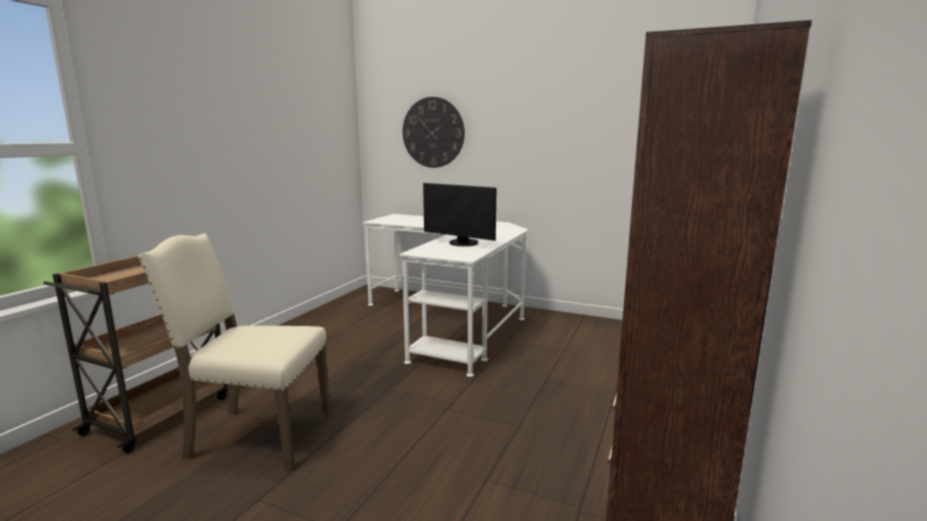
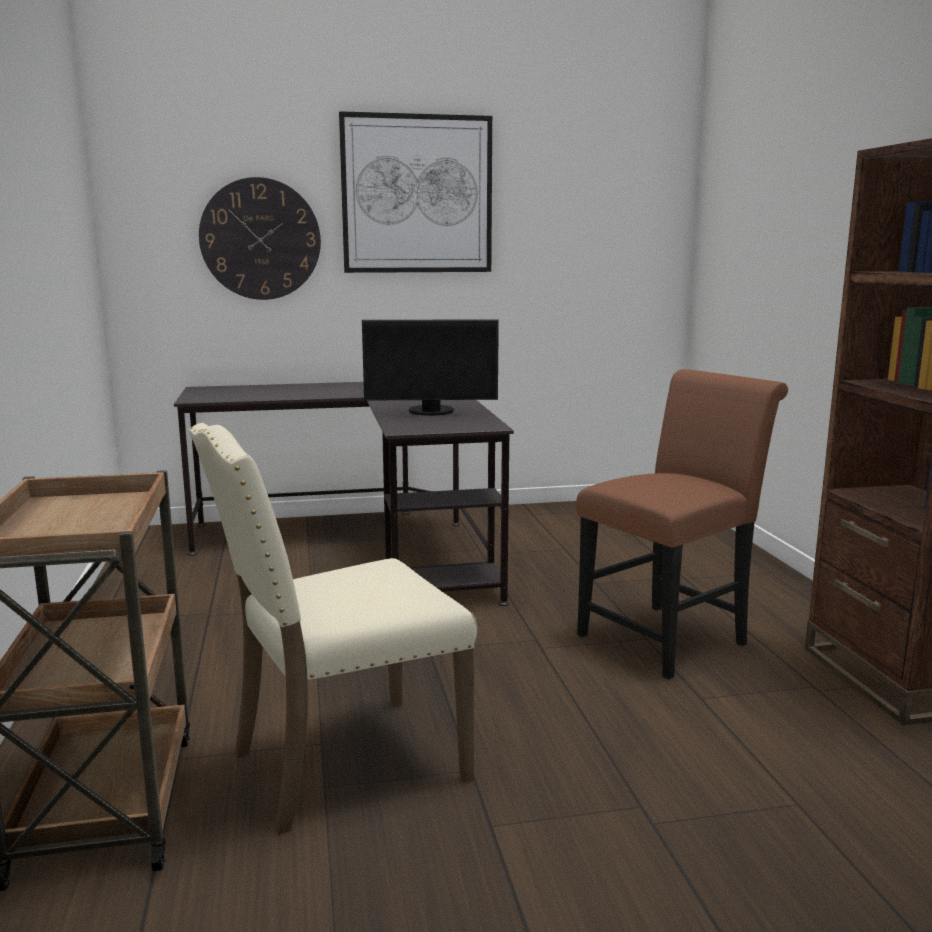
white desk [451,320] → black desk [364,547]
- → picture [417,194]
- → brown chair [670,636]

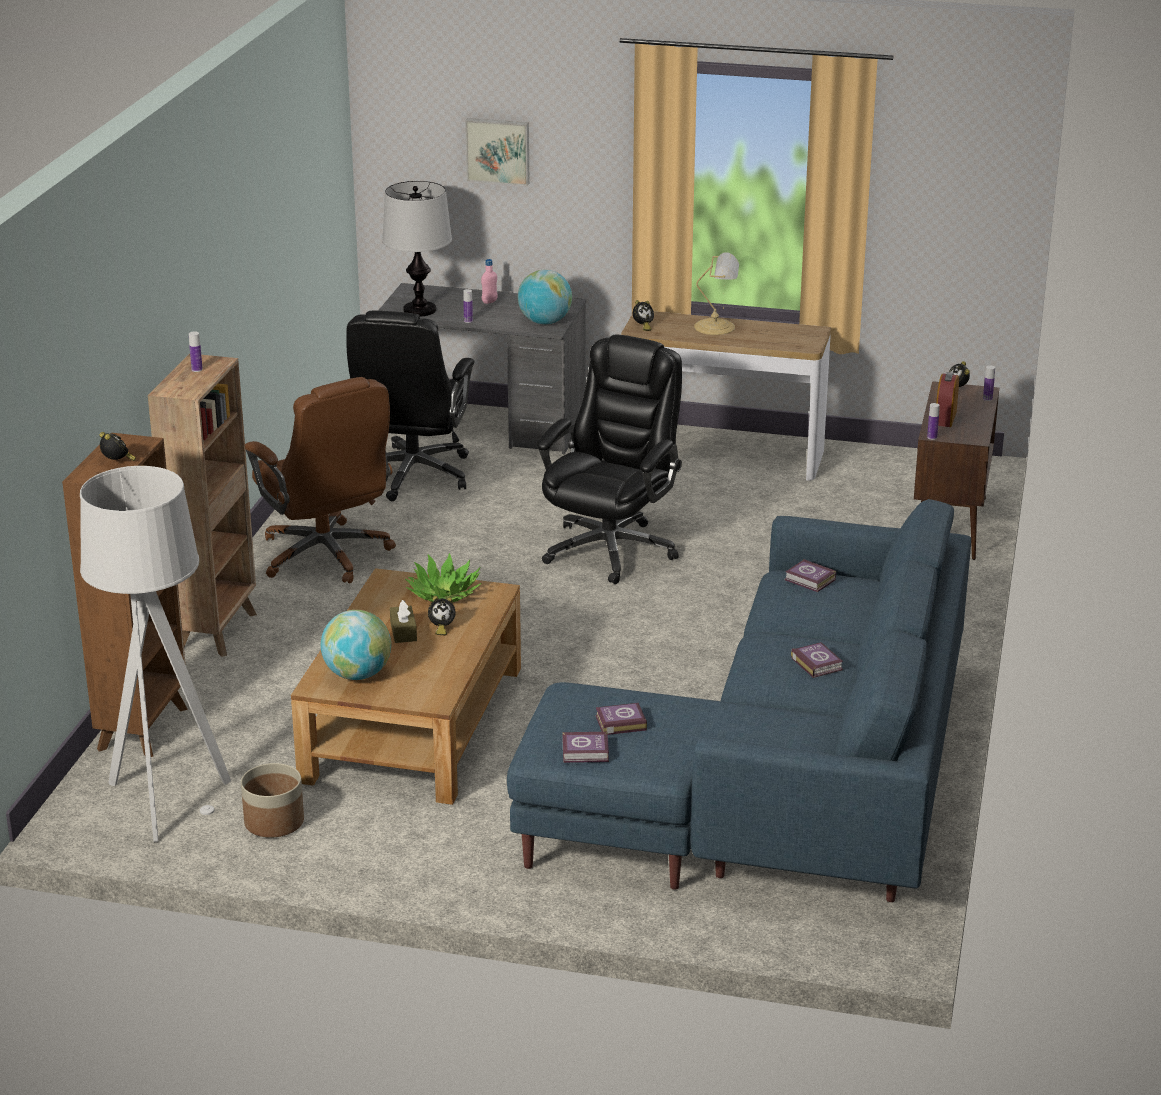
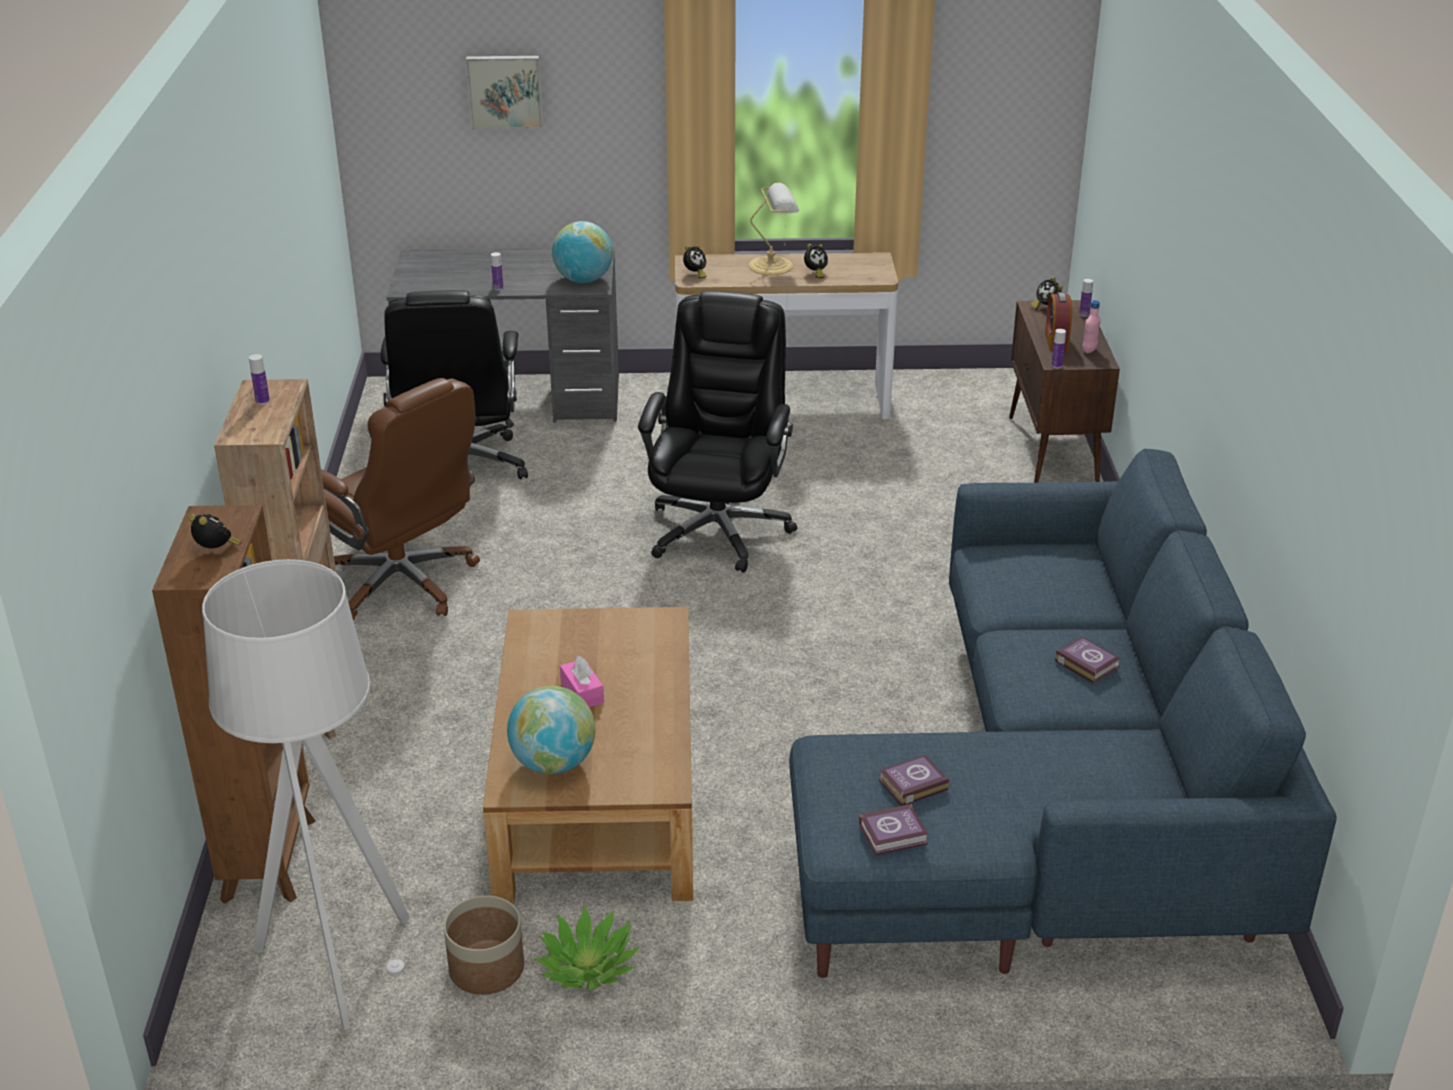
table lamp [420,310] → -
brown tissue box [403,632] → pink tissue box [582,692]
potted plant [444,594] → potted plant [588,966], move
alarm clock [441,628] → alarm clock [815,273], move
pink bottle [489,301] → pink bottle [1089,350], move
book [810,580] → -

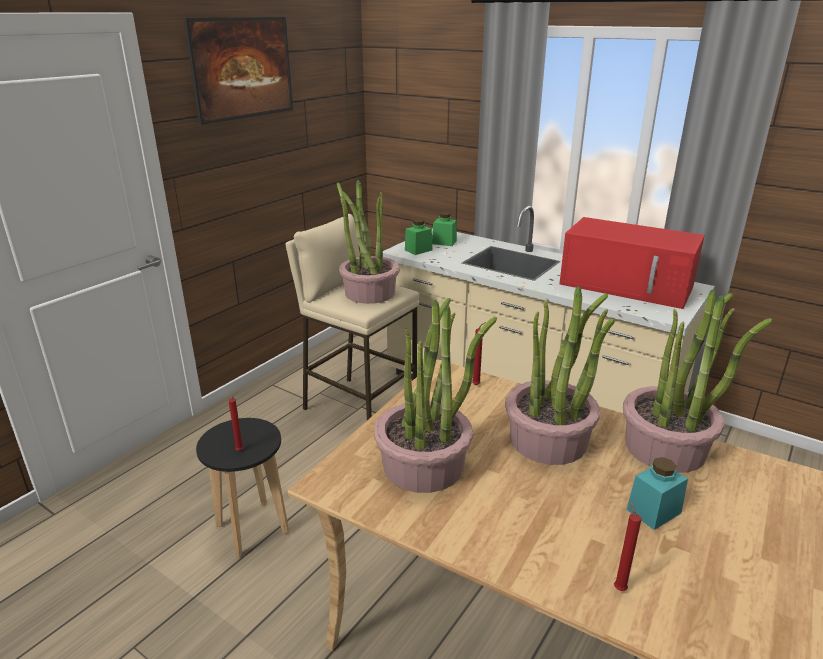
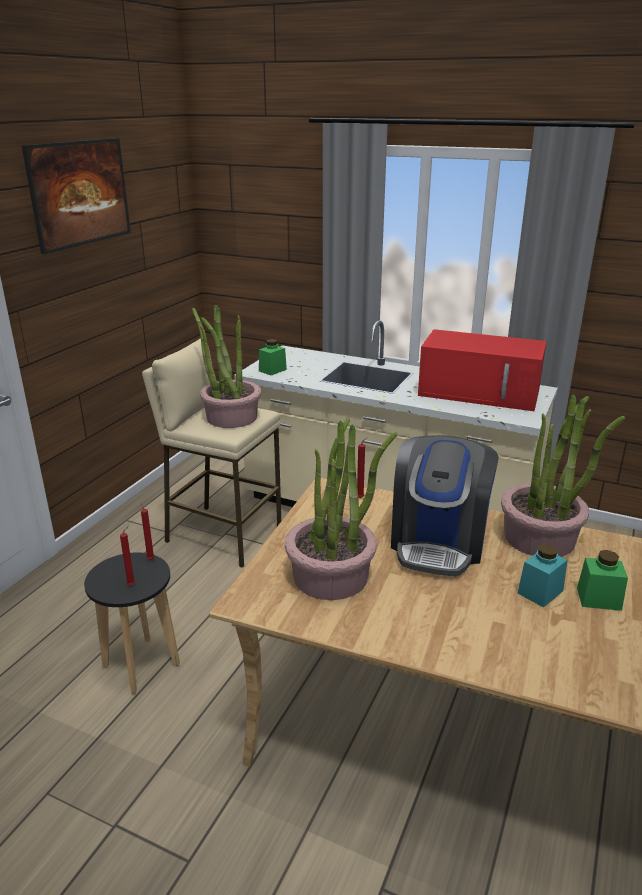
green jar [444,242] → green jar [598,599], move
potted plant [549,441] → coffee machine [438,542]
red candle [619,587] → red candle [150,558], move

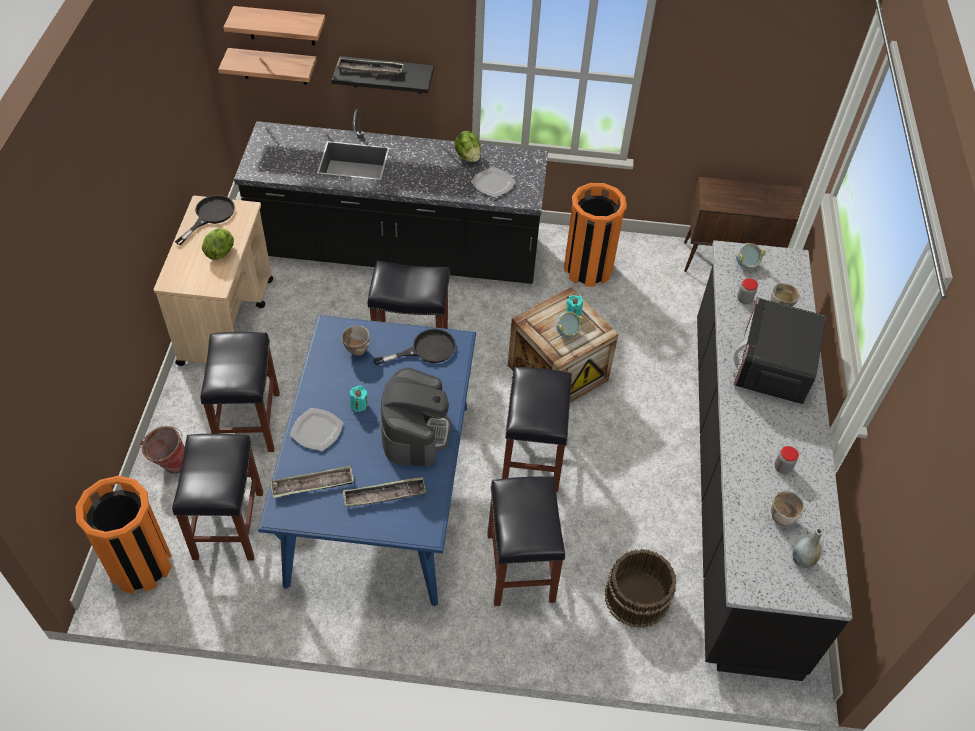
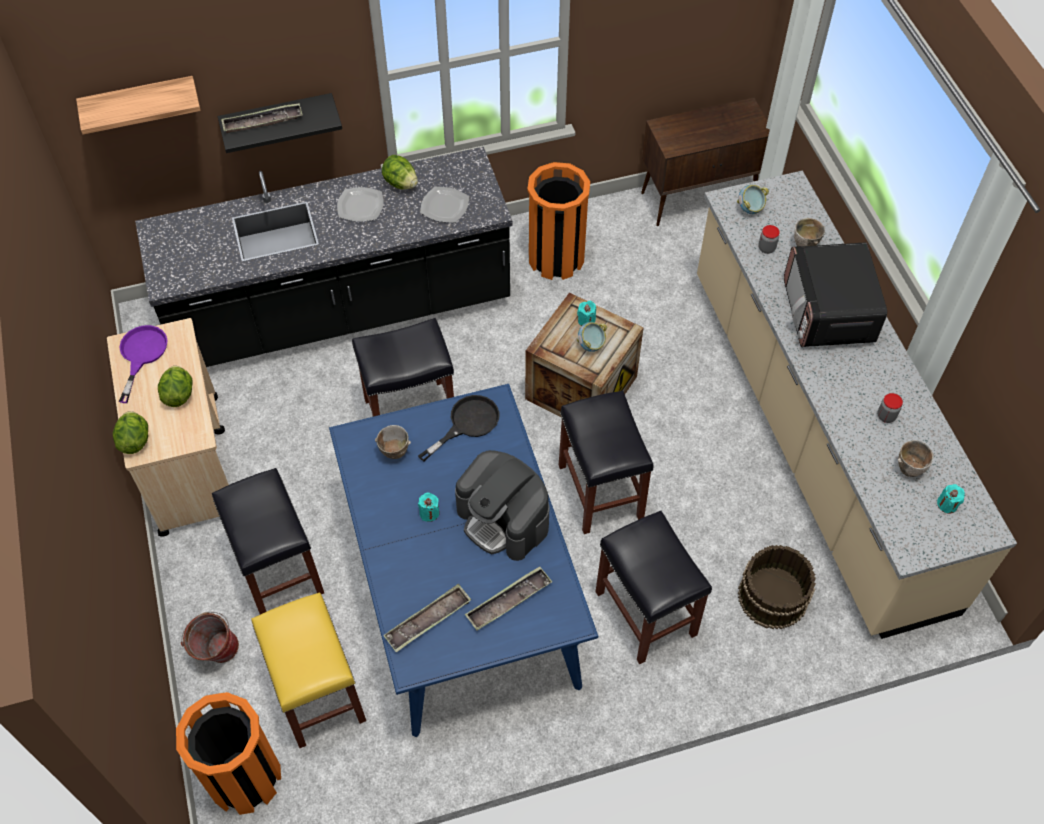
black stool [228,524] → yellow stool [317,693]
black frying pan [210,216] → purple frying pan [141,355]
shelf [274,66] → -
plate [317,431] → plate [361,206], move
coffee machine [415,432] → coffee machine [504,519], 150 degrees clockwise
black counter [739,482] → beige counter [814,436]
grey vase [802,560] → turquoise candle [947,504]
- → lettuce [135,440]

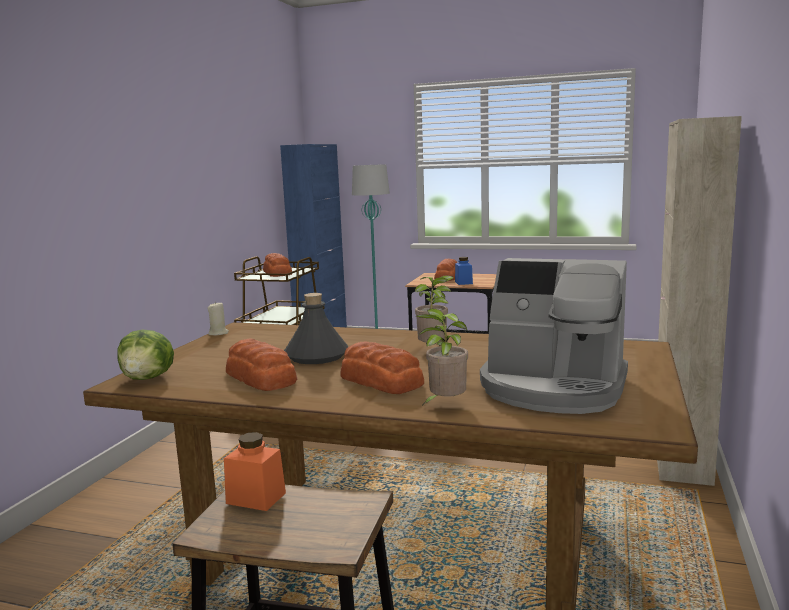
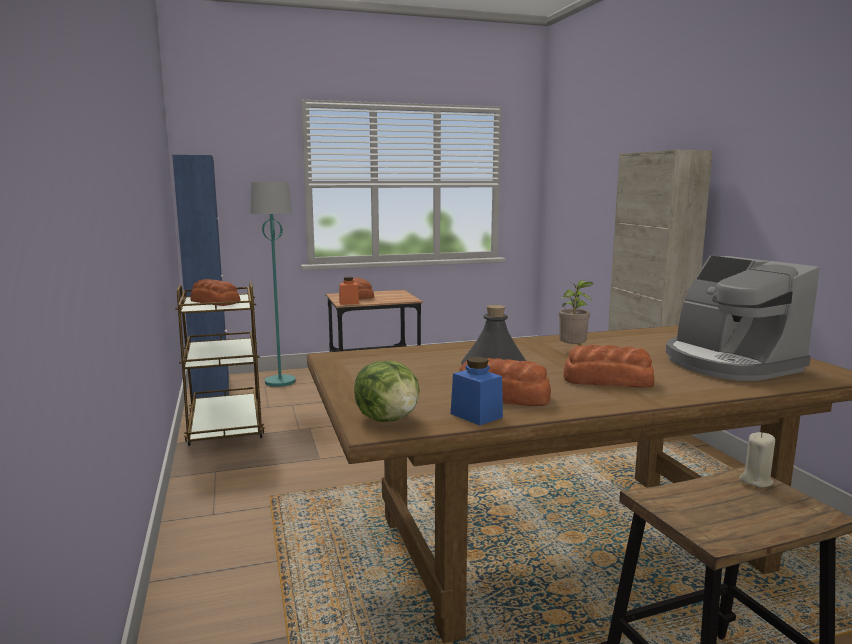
beige candle [218,333] → beige candle [756,481], move
orange jar [256,498] → orange jar [349,302], move
potted plant [445,404] → -
blue jar [463,282] → blue jar [476,415], move
coffee machine [553,388] → coffee machine [728,363], 75 degrees clockwise

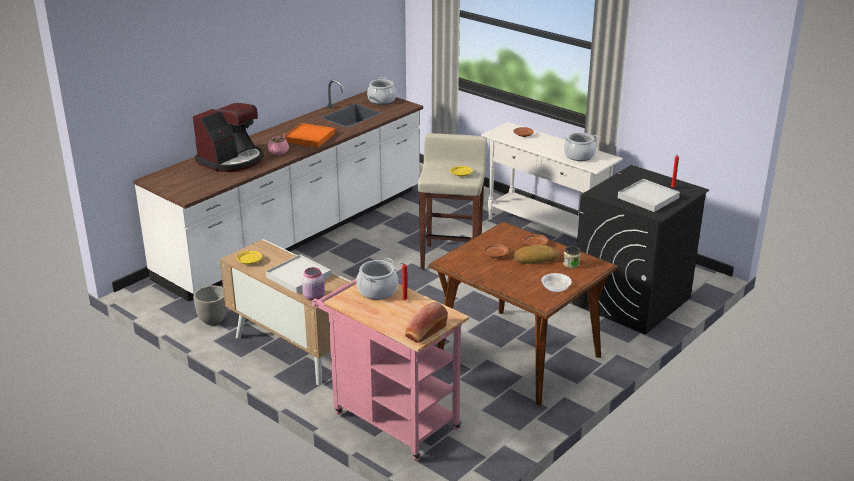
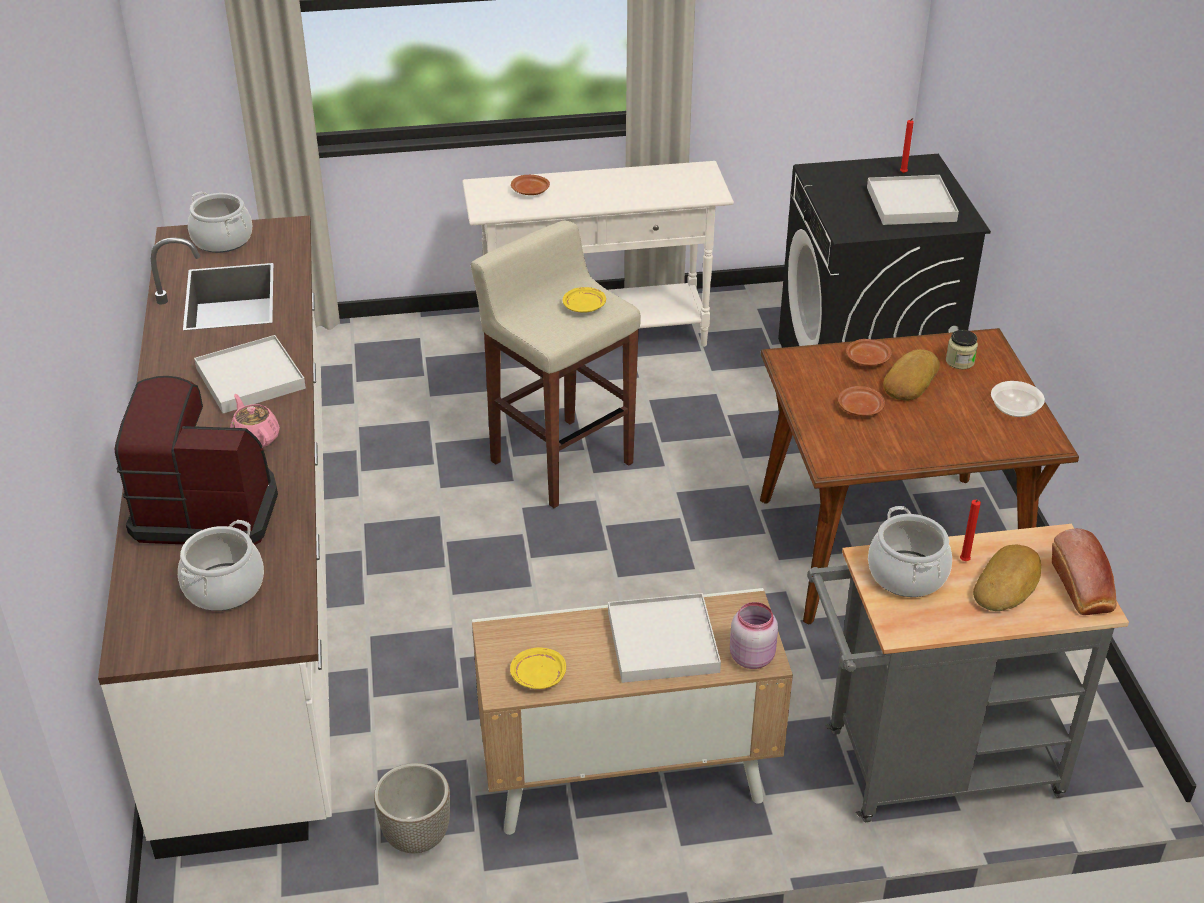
coffee machine [232,160] → coffee machine [207,508], 75 degrees counterclockwise
orange tray [309,137] → white tray [250,378]
pink cart [390,418] → grey cart [928,767]
cooking pot [579,156] → cooking pot [223,587], move
- → bread [1008,584]

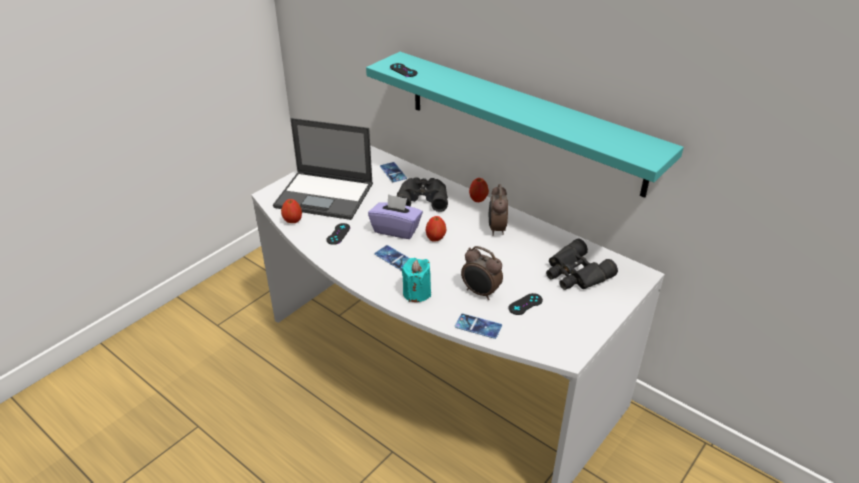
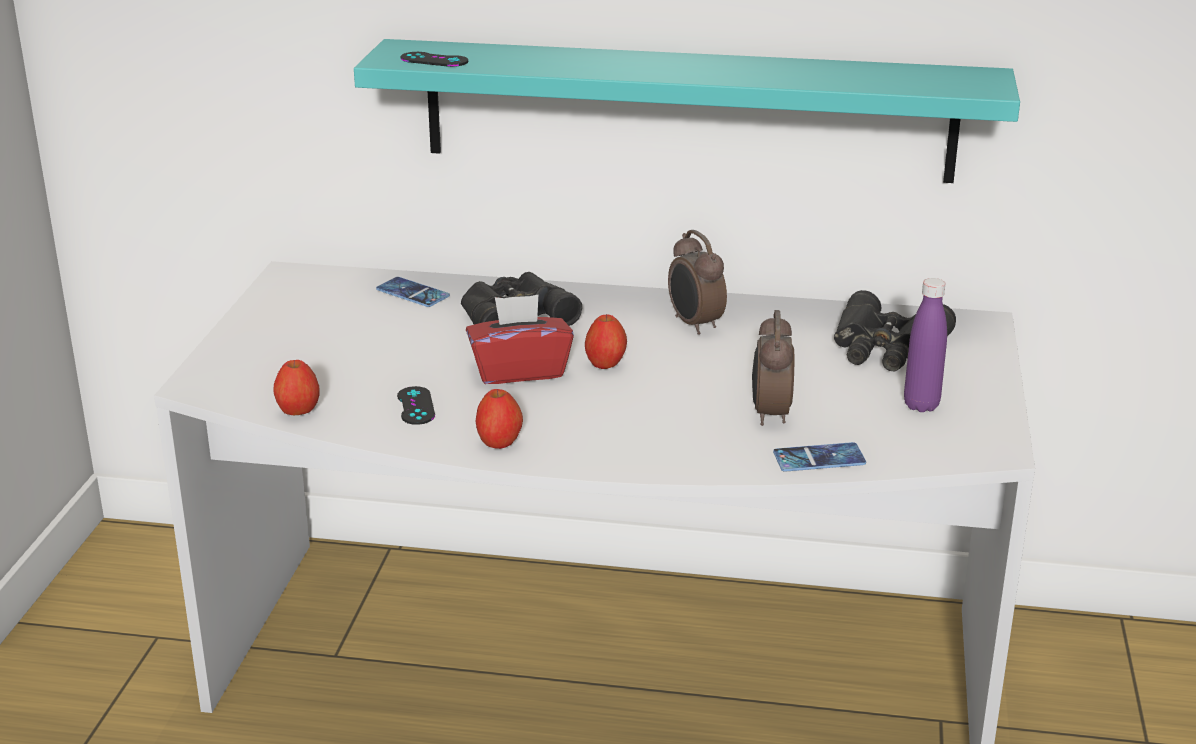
laptop [325,195] → -
purple tissue box [396,229] → red tissue box [519,371]
phone [394,258] → -
turquoise candle [417,293] → -
alarm clock [480,293] → alarm clock [770,414], 90 degrees clockwise
apple [478,199] → apple [499,442], move
black game controller [525,304] → -
- → purple bottle [921,405]

